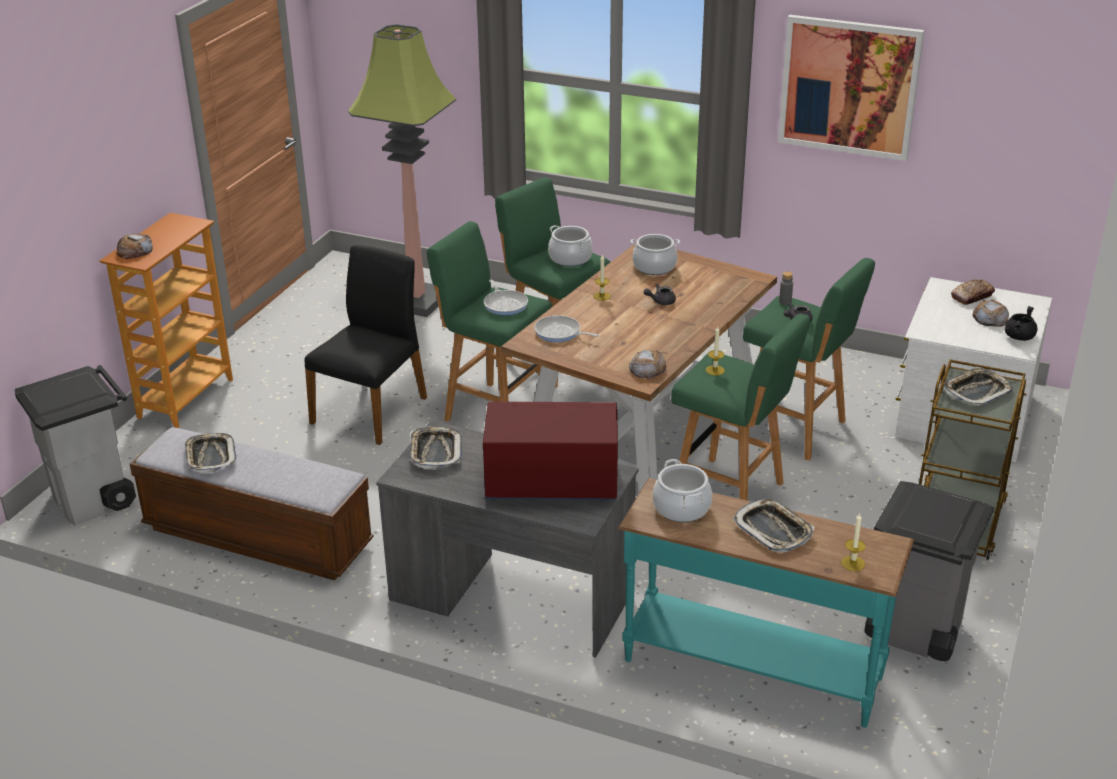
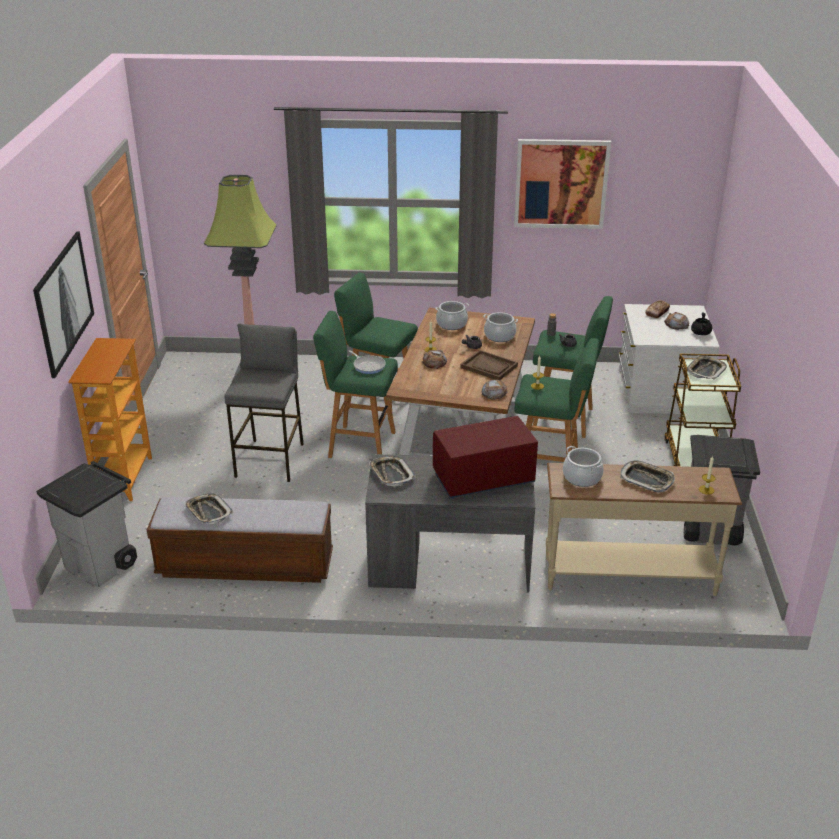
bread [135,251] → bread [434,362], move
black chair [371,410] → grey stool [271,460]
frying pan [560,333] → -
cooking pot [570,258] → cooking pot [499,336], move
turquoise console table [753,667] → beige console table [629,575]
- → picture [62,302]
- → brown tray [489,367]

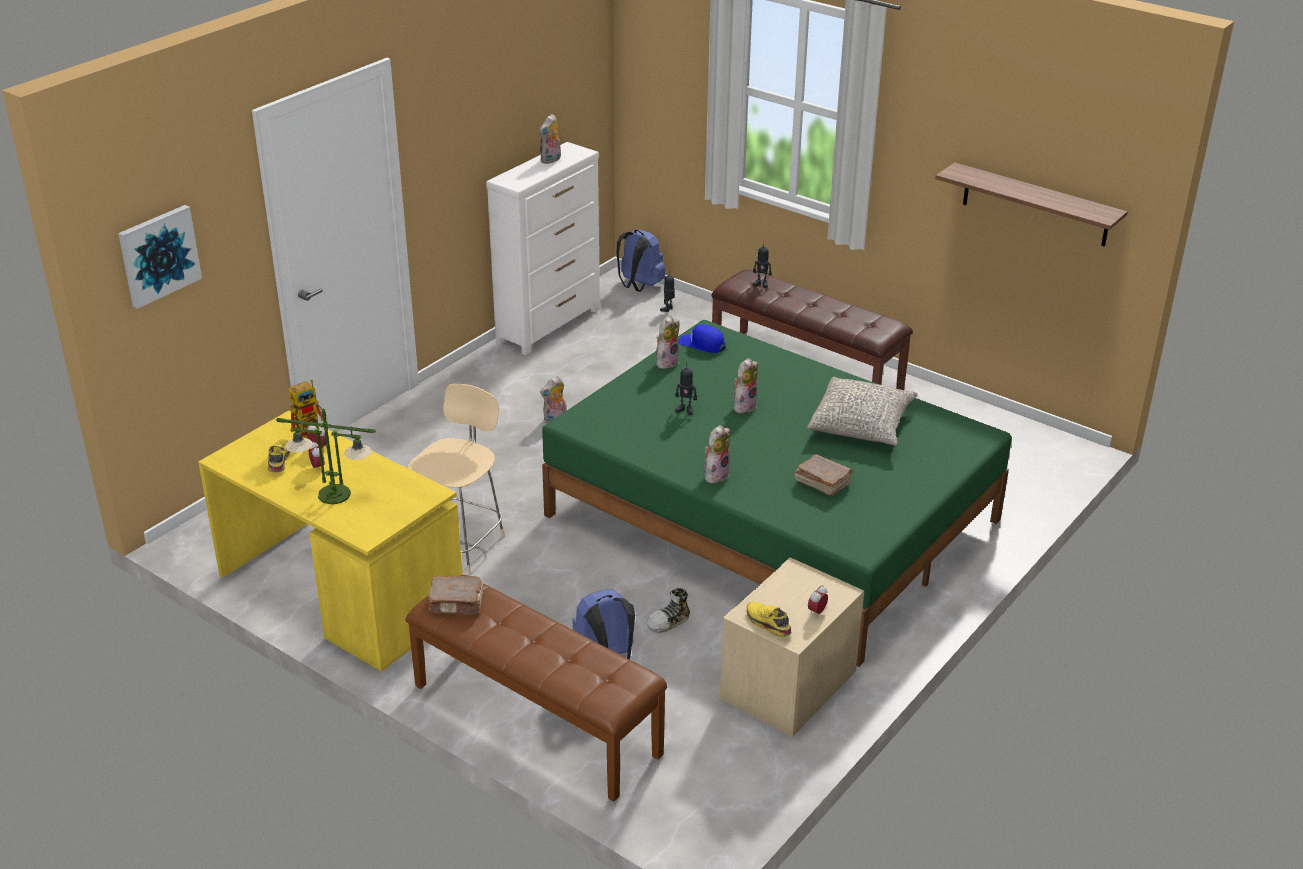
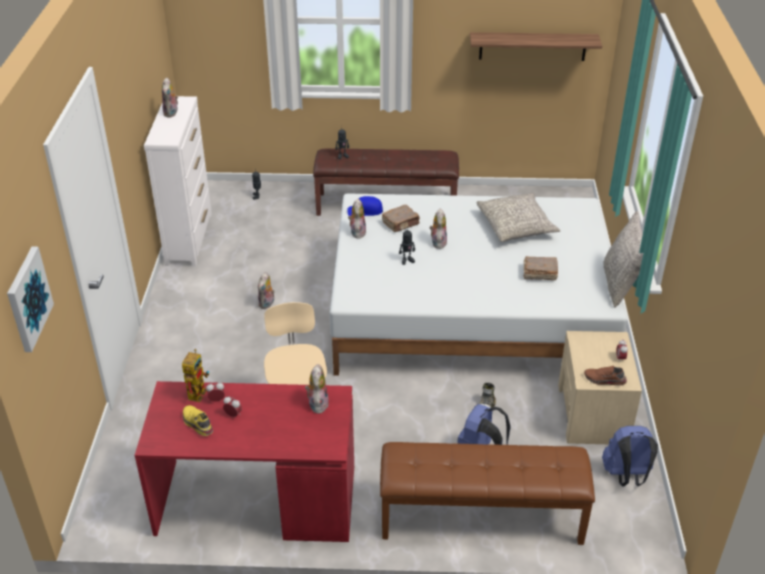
yellow desk [338,592] → red desk [255,501]
table lamp [333,494] → -
brown book [457,604] → brown book [401,224], move
green bed [771,518] → white bed [470,311]
blue backpack [639,286] → blue backpack [626,476], move
plush toy [715,474] → plush toy [317,403], move
yellow shoe [767,624] → brown shoe [604,380]
- → grey pillow [620,284]

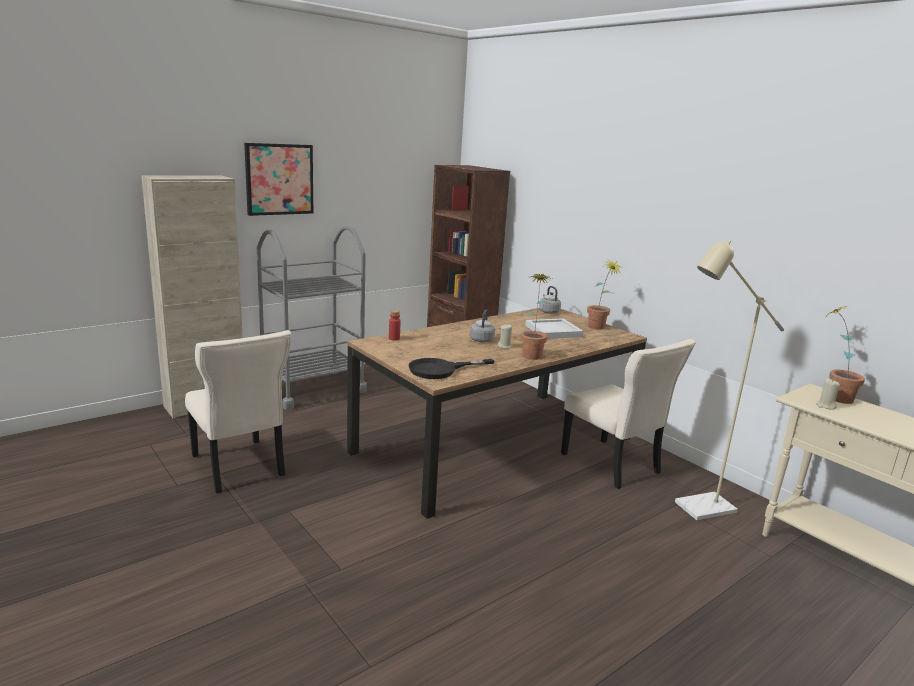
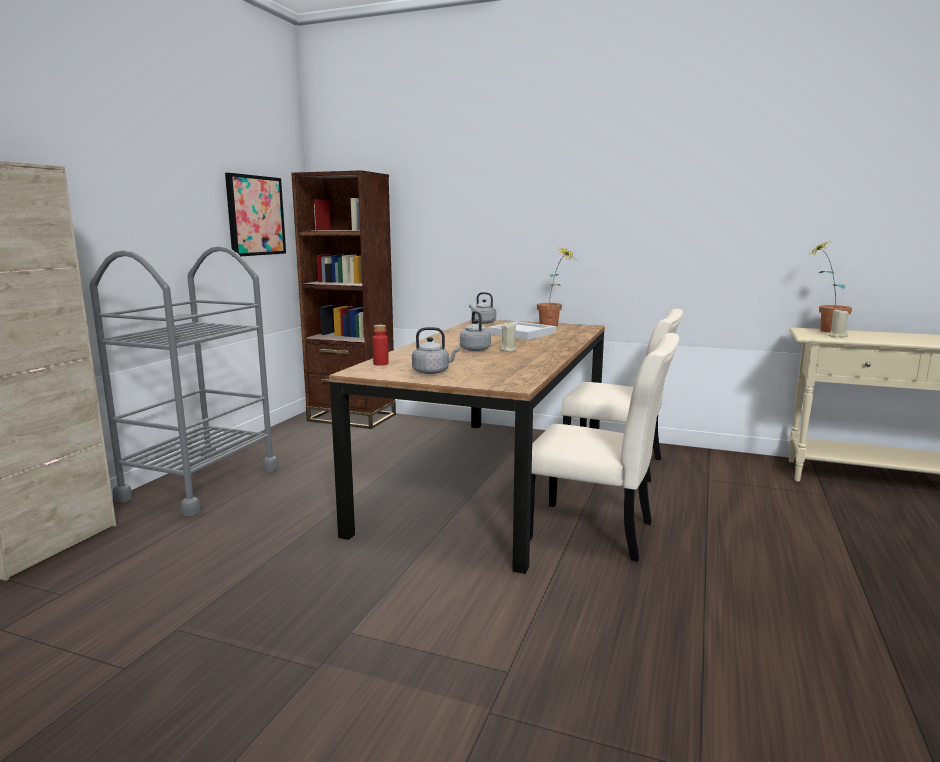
beige chair [239,467] → beige chair [596,532], move
picture [279,179] → picture [255,215], move
black frying pan [440,370] → -
potted plant [532,354] → -
beige floor lamp [697,509] → -
- → grey kettle [433,372]

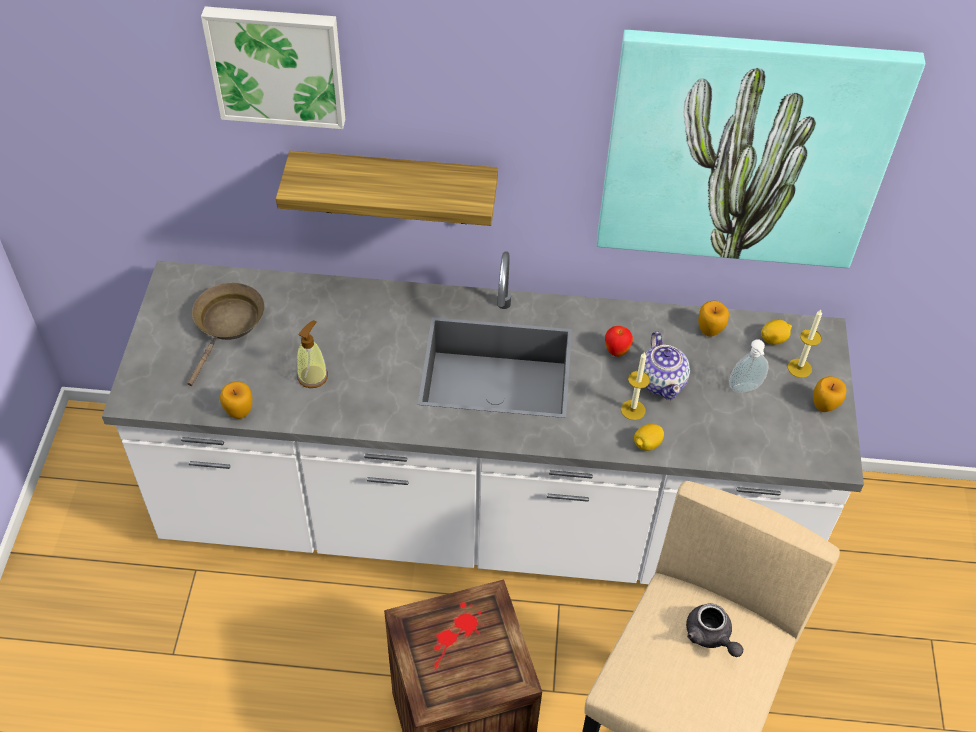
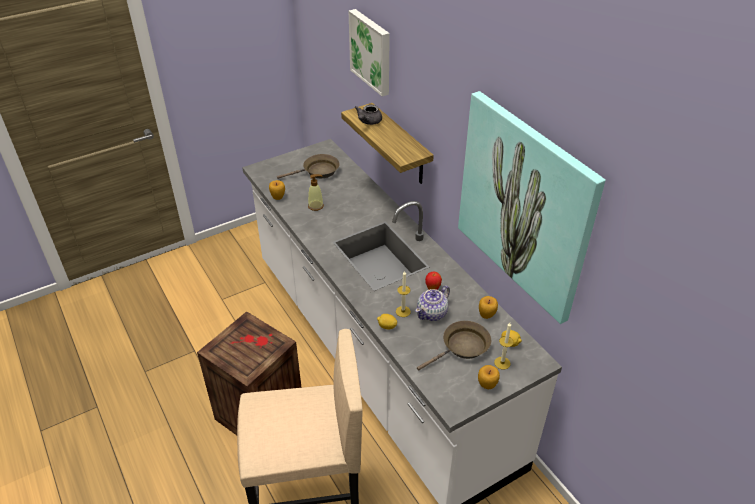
grey teapot [711,636] → grey teapot [368,122], move
soap dispenser [745,389] → brown frying pan [462,347]

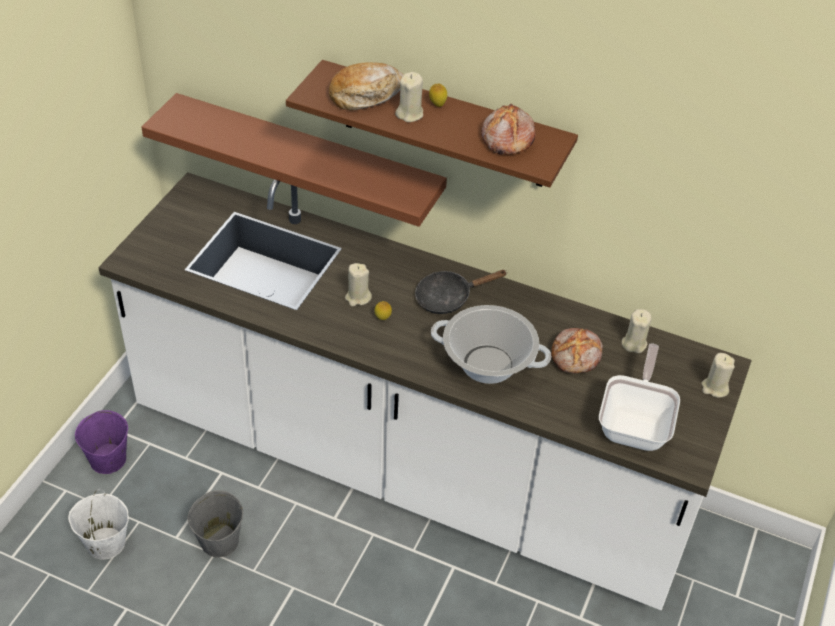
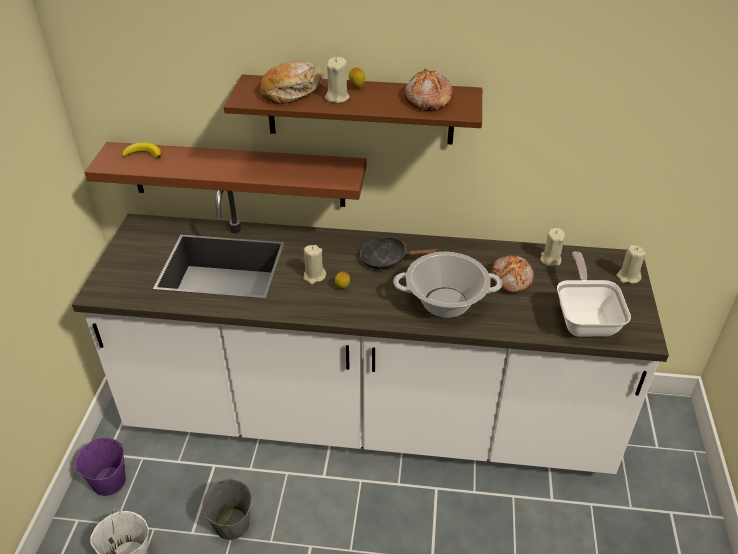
black frying pan [448,297] → black frying pan [389,259], 45 degrees clockwise
- → banana [143,154]

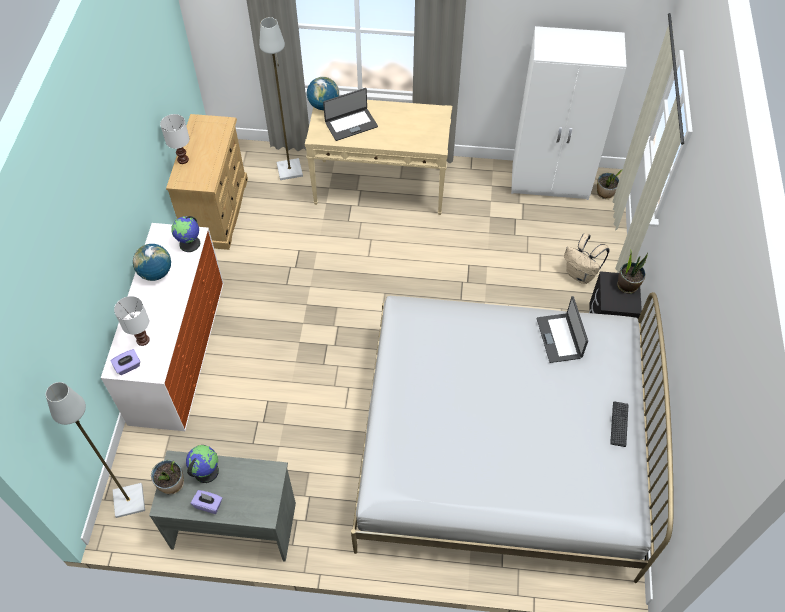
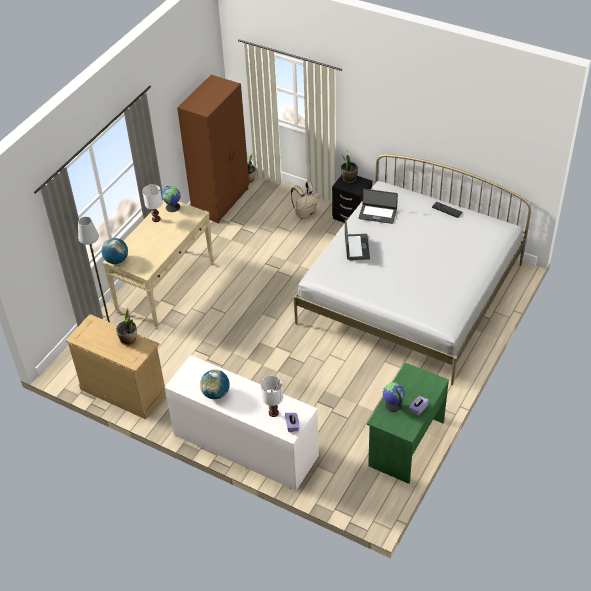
grey floor lamp [128,500] → -
grey desk [234,524] → green desk [405,443]
potted plant [172,484] → potted plant [128,339], move
white table lamp [182,160] → white table lamp [156,219], move
globe [190,244] → globe [173,207], move
laptop [351,124] → laptop [356,247], move
white wardrobe [550,182] → brown wardrobe [221,201]

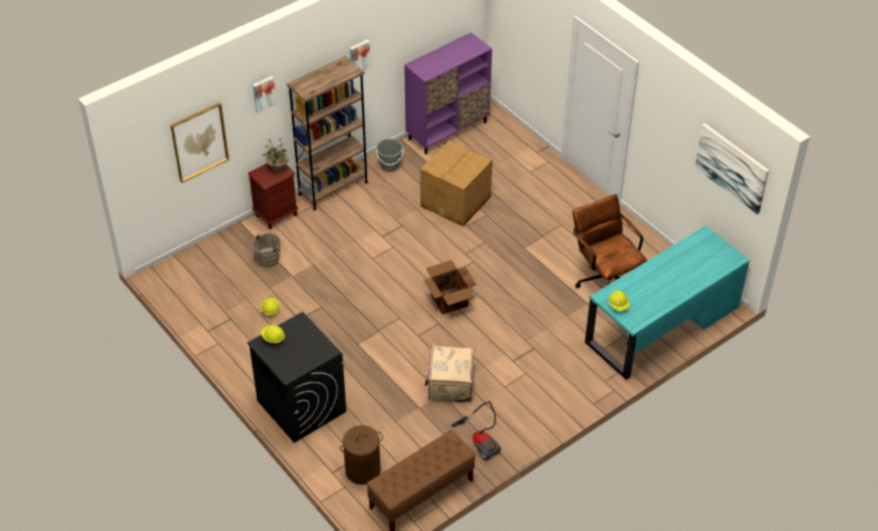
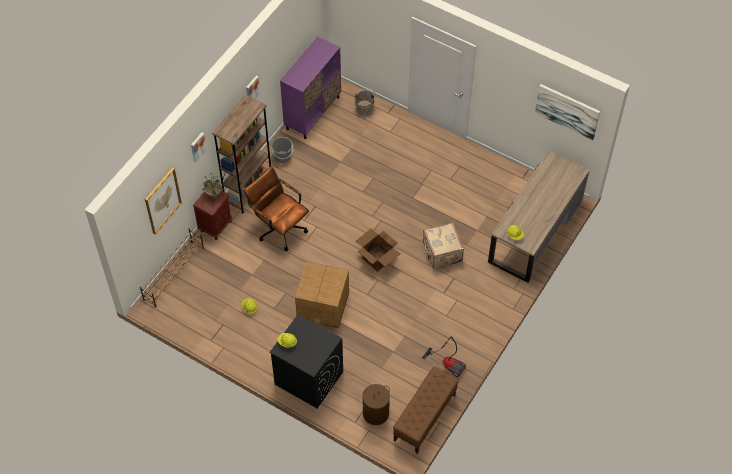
brown bucket [270,258] → brown bucket [365,108], move
cardboard box [457,201] → cardboard box [324,305], move
beige suitcase [449,384] → beige suitcase [441,252], move
brown office chair [604,279] → brown office chair [279,227], move
turquoise desk [662,325] → brown desk [535,230]
- → brown shoe rack [174,273]

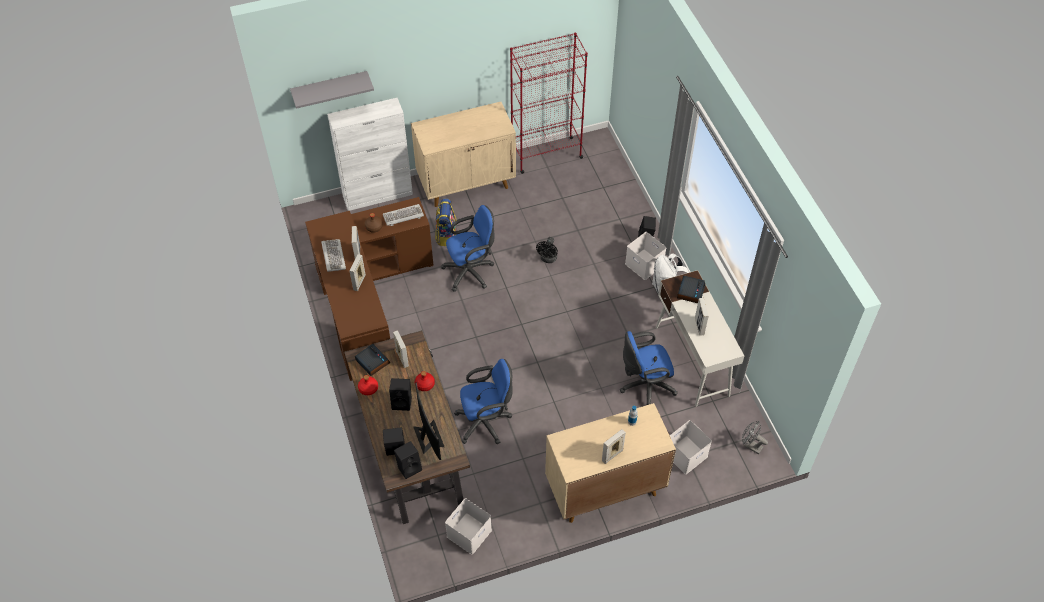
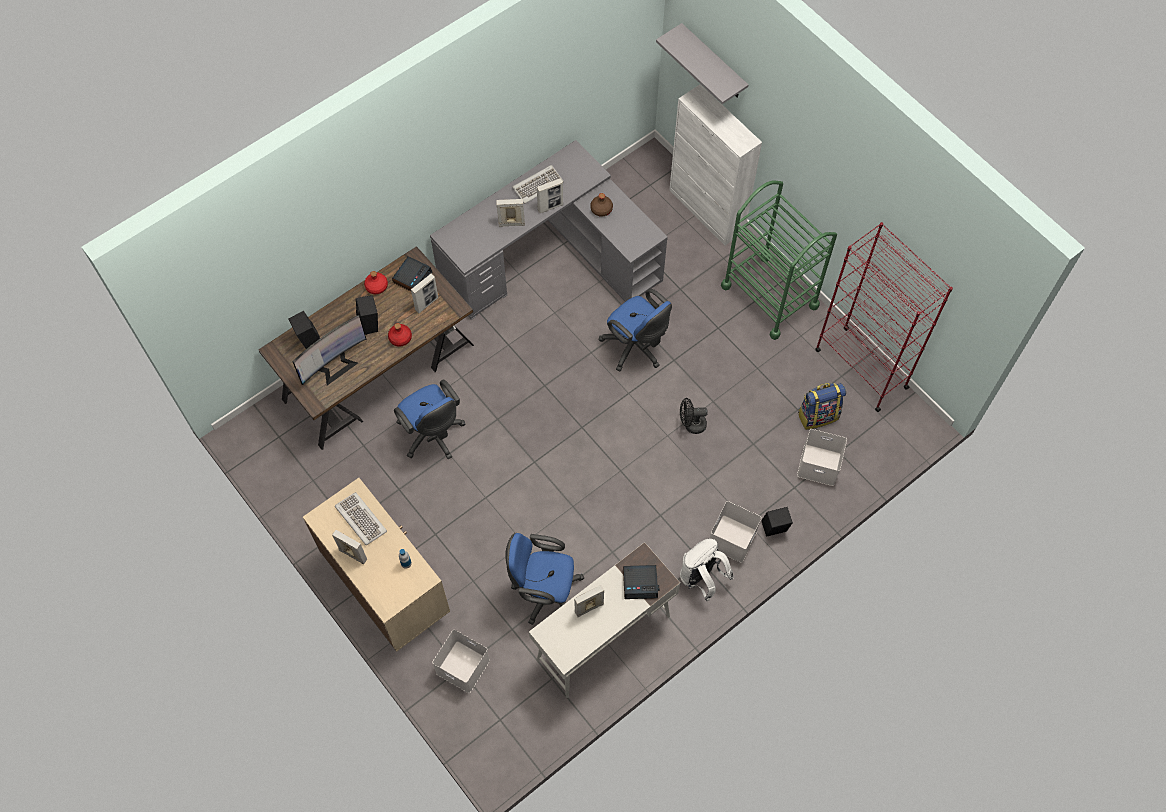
brown desk [366,299] → grey desk [553,257]
keyboard [403,216] → keyboard [360,519], move
black speaker [409,467] → -
beige cabinet [467,183] → green cart [769,296]
backpack [446,235] → backpack [817,415], move
white storage box [469,532] → white storage box [819,464], move
blue office chair [644,386] → blue office chair [544,592], 45 degrees counterclockwise
grey fan [750,445] → -

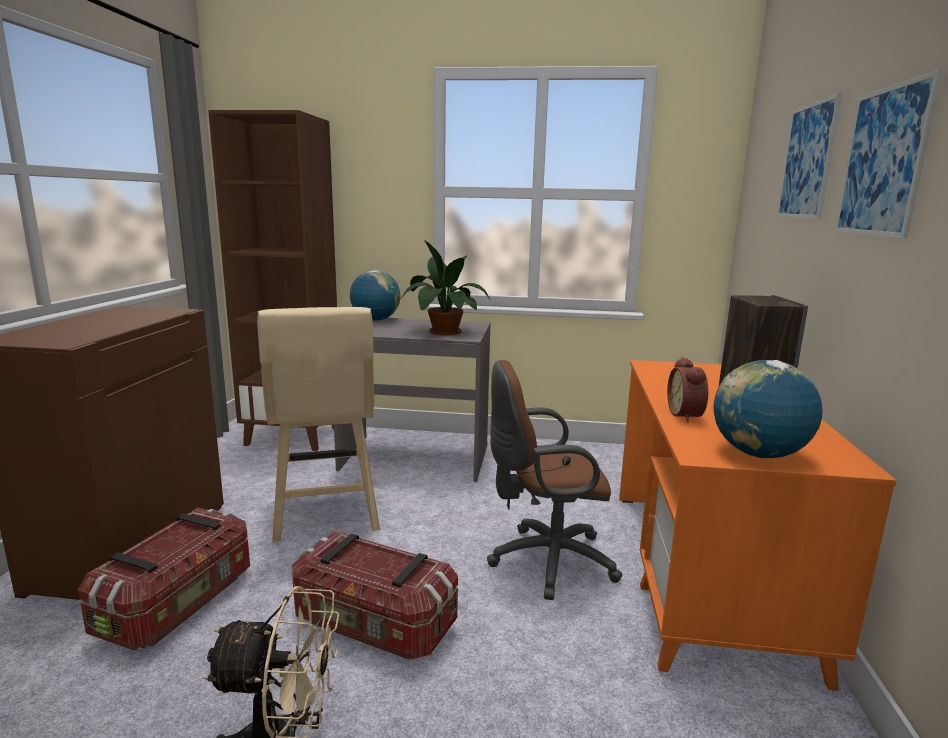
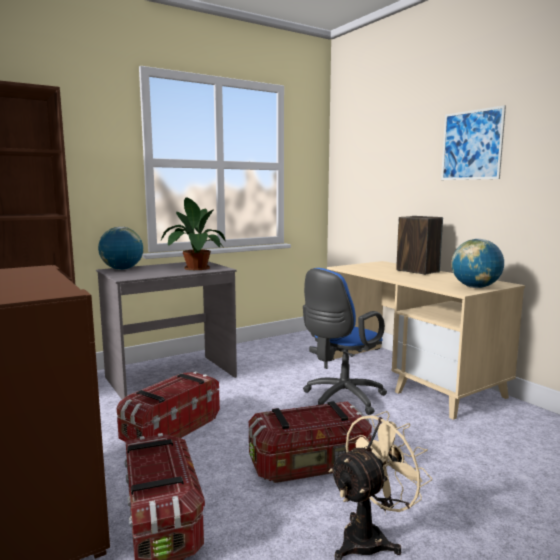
beige stool [326,515] → storage box [170,429]
brown office chair [545,561] → blue office chair [340,399]
orange desk [705,576] → beige desk [411,378]
alarm clock [687,415] → -
picture [807,161] → -

